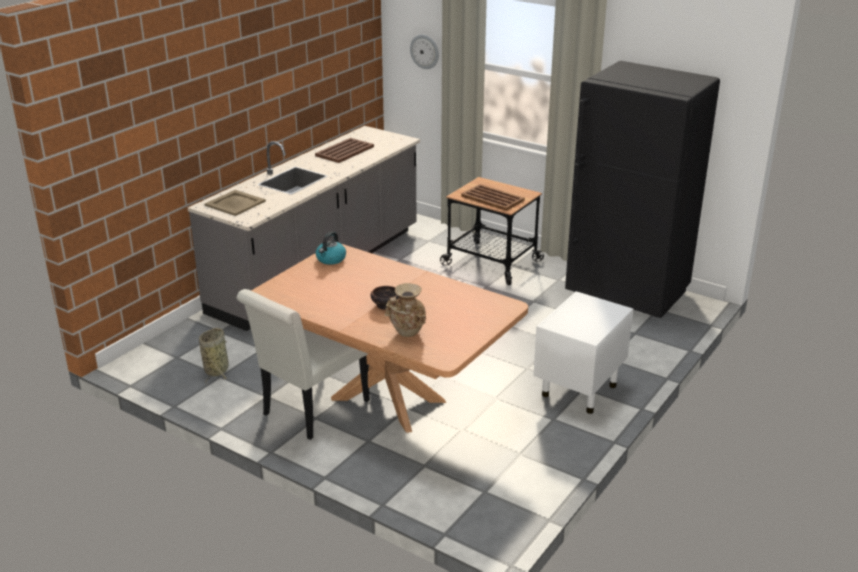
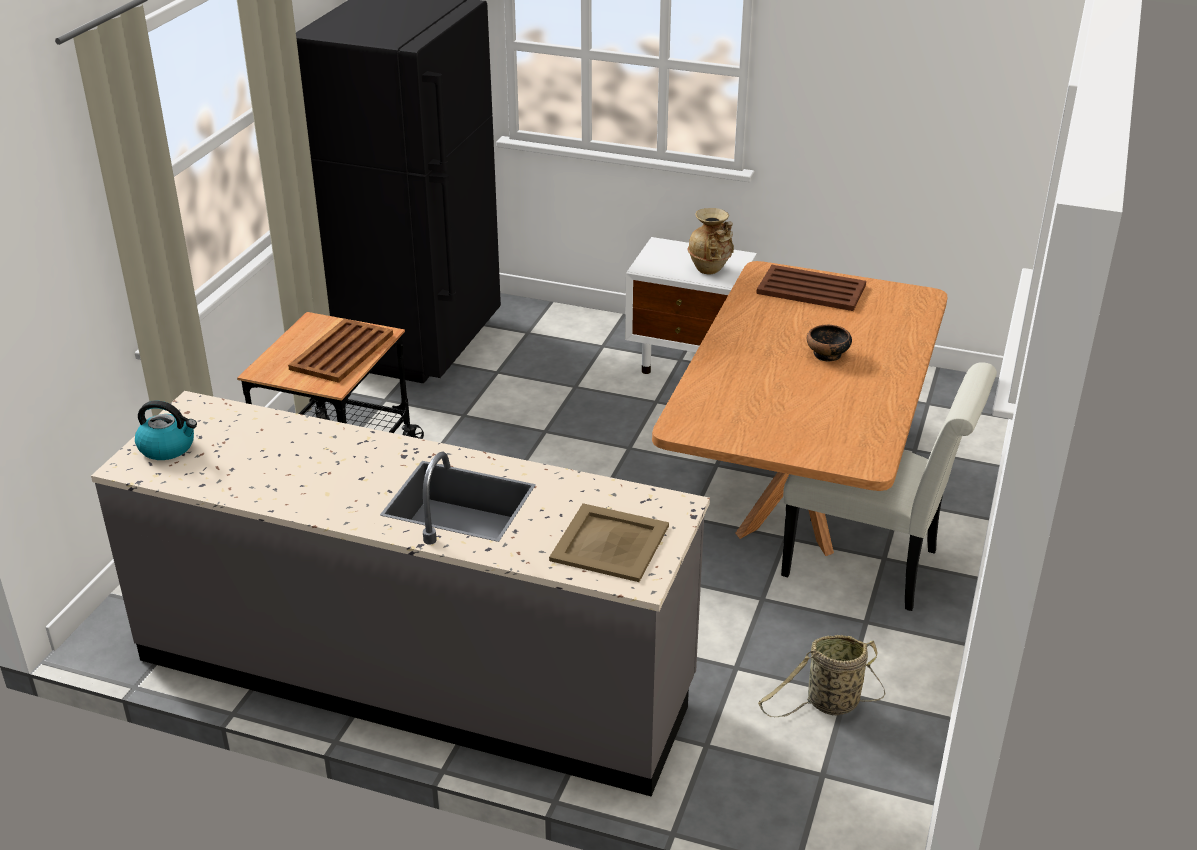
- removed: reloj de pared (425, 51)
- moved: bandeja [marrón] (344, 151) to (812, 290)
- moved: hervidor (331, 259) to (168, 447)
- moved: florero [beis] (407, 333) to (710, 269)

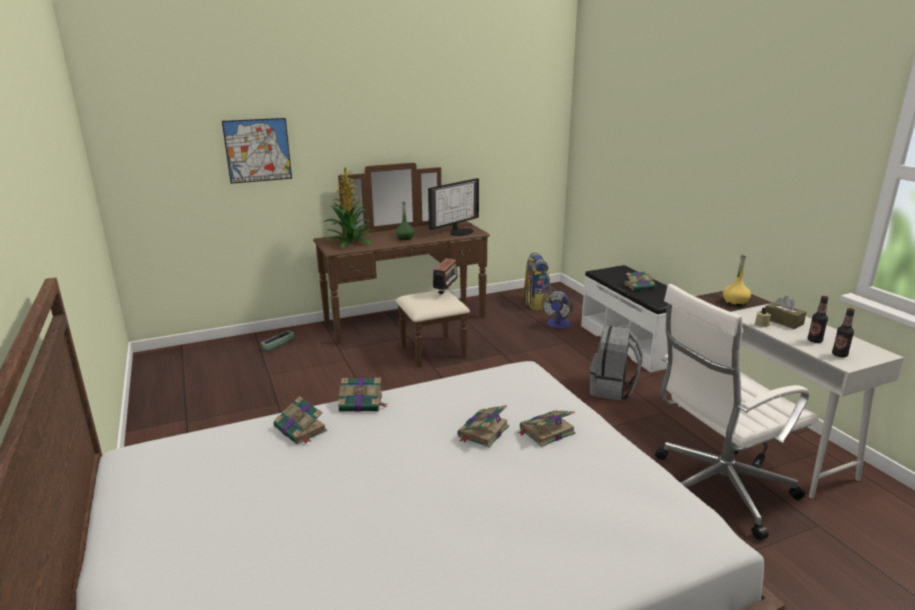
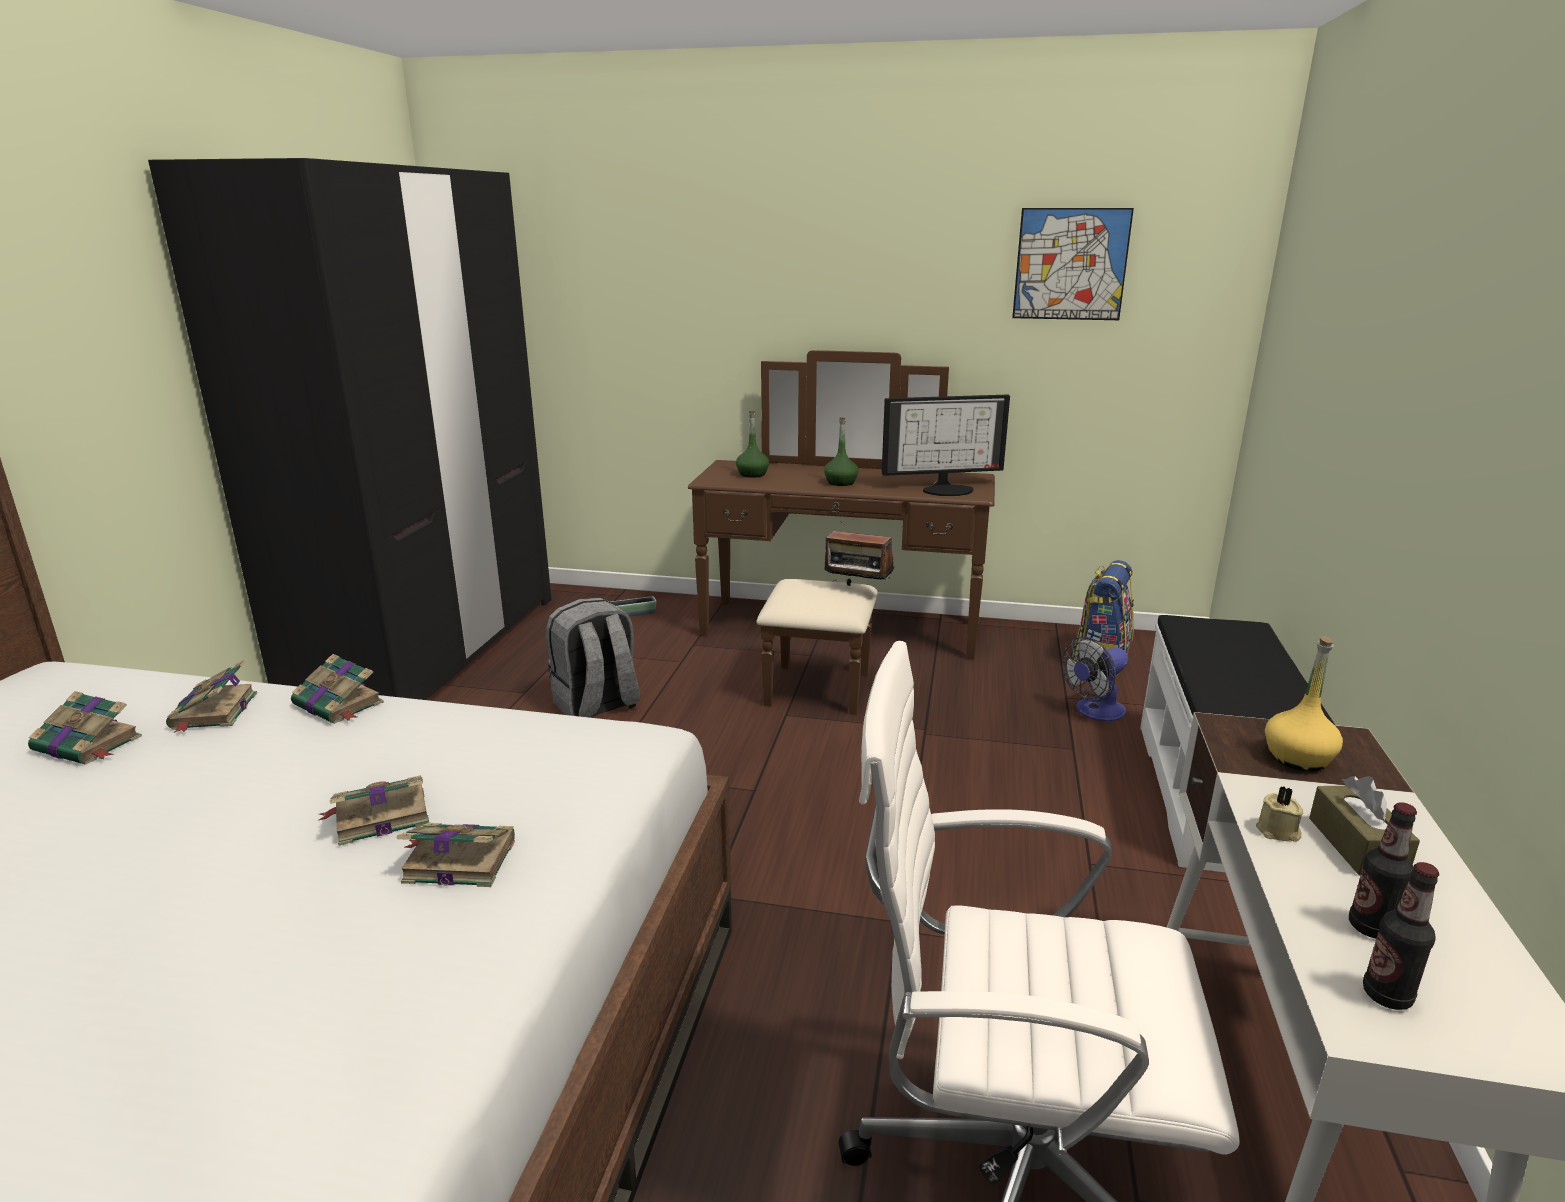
- moved: cuadro (258, 150) to (1070, 264)
- replaced: planta en maceta (351, 242) to botella [verde] (752, 474)
- turned: radio (446, 292) = (857, 589) 60 degrees clockwise
- moved: libro (639, 286) to (89, 744)
- moved: mochila [gris] (612, 389) to (597, 705)
- added: armario ropero [negro] (431, 651)

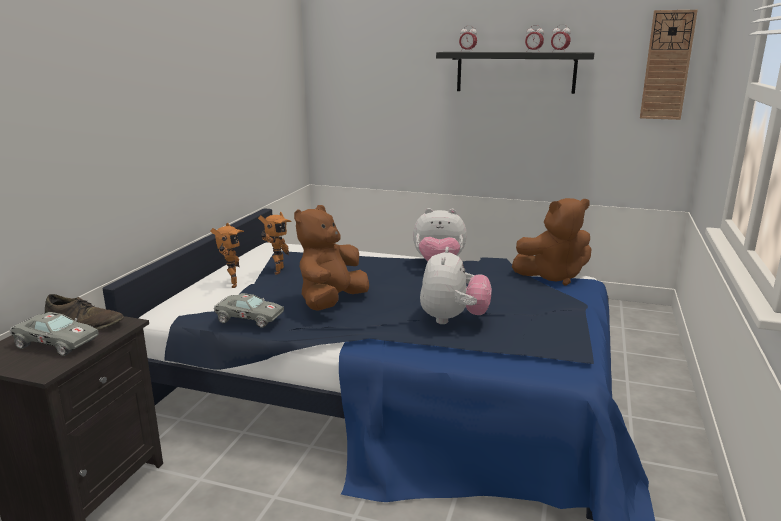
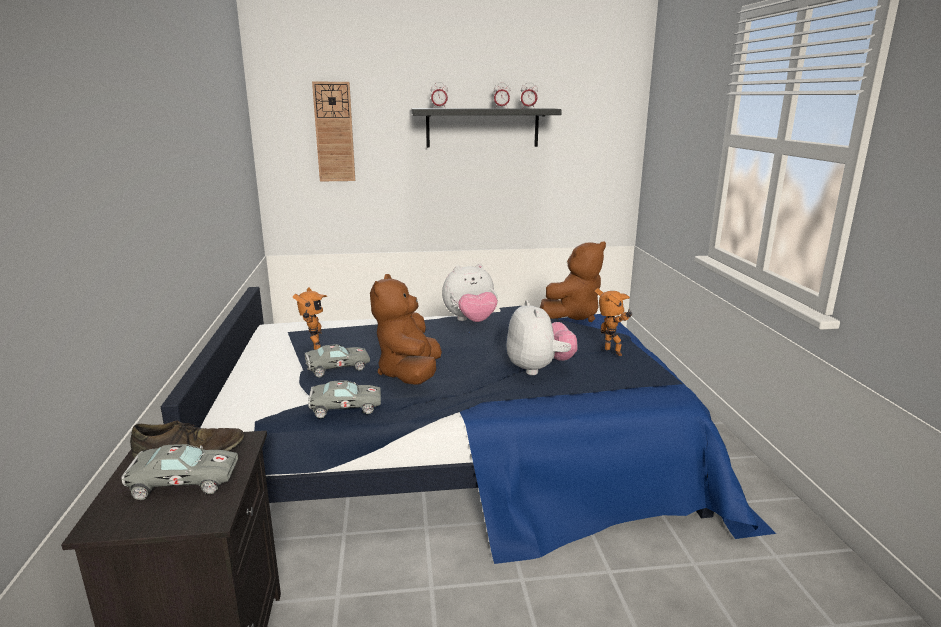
- moved: reloj de pared (667, 65) to (334, 132)
- moved: robot de juguete (231, 284) to (611, 353)
- added: coche de juguete [gris] (335, 368)

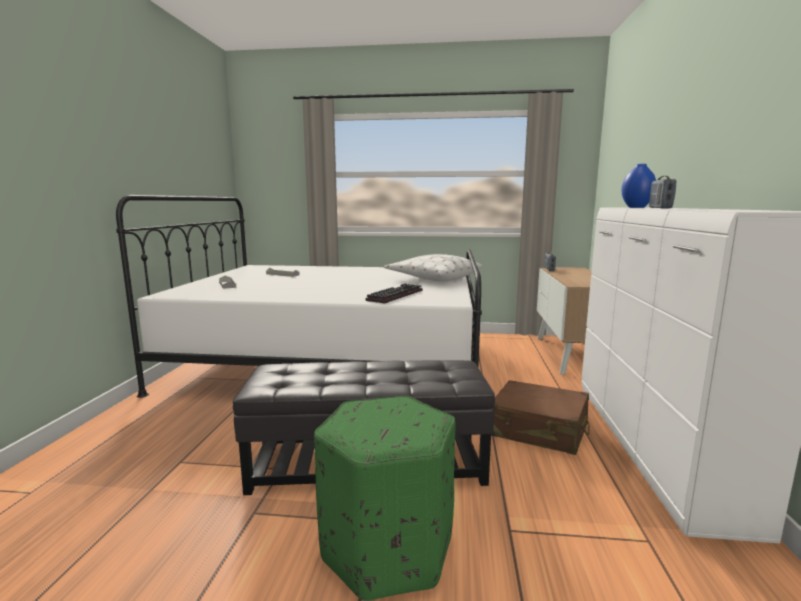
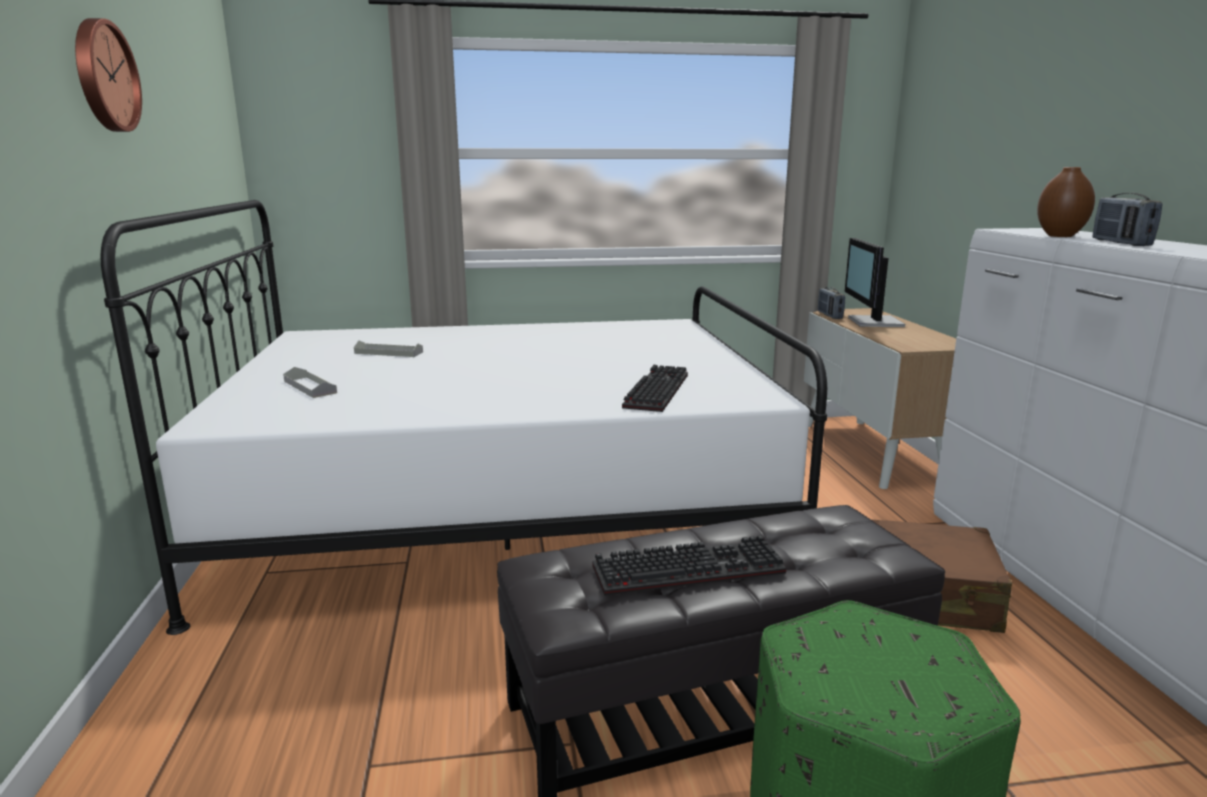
- recoloured: florero [azul] (636, 207) to florero [marrón] (1059, 236)
- removed: cojín [blanco] (433, 278)
- added: reloj de pared (103, 76)
- added: monitor (873, 322)
- added: teclado (690, 568)

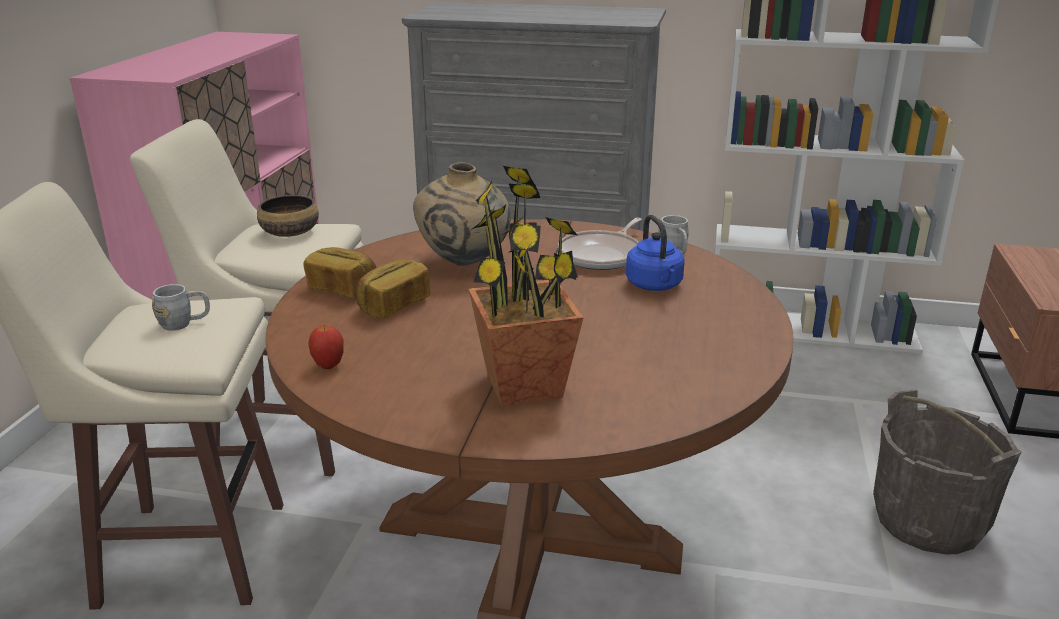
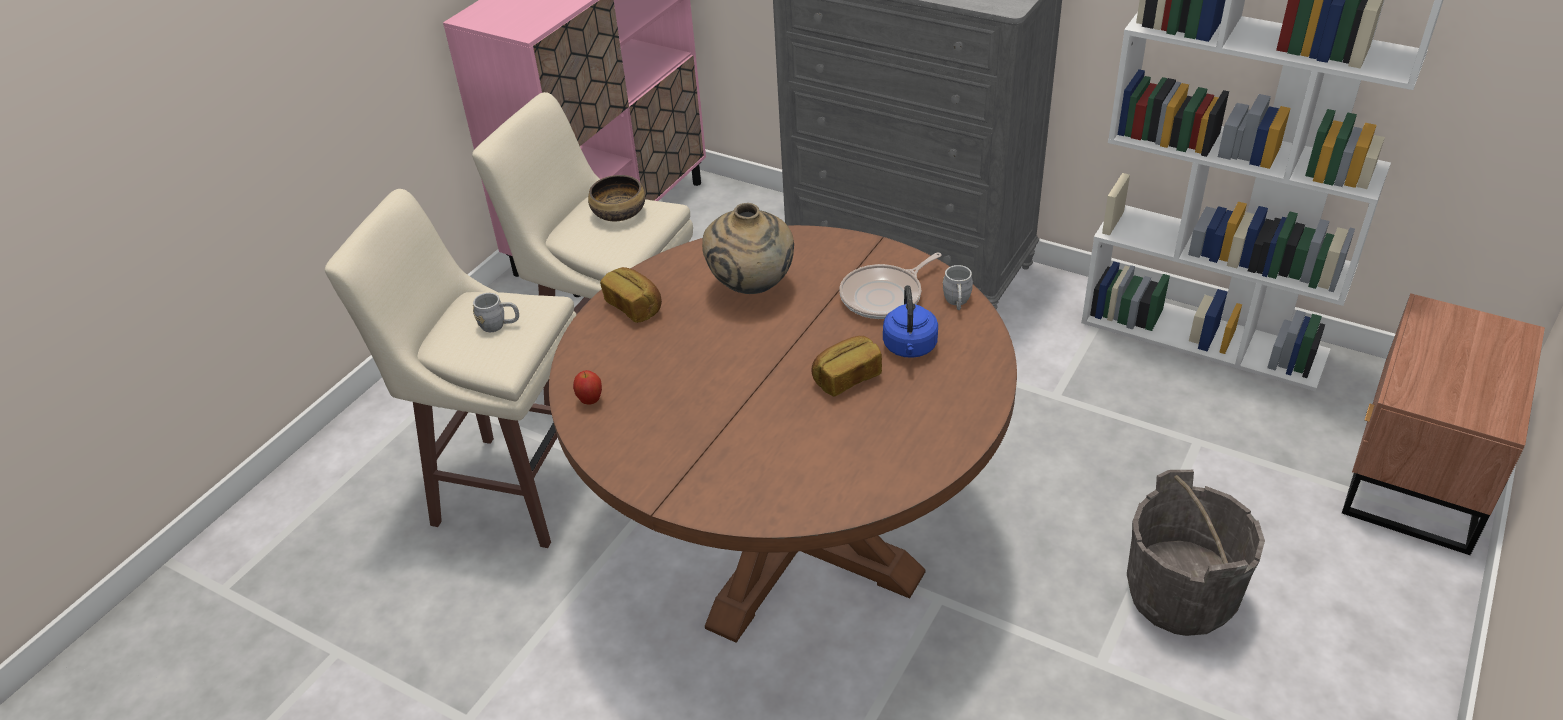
- removed: planta en maceta (525, 386)
- moved: pan (393, 305) to (846, 378)

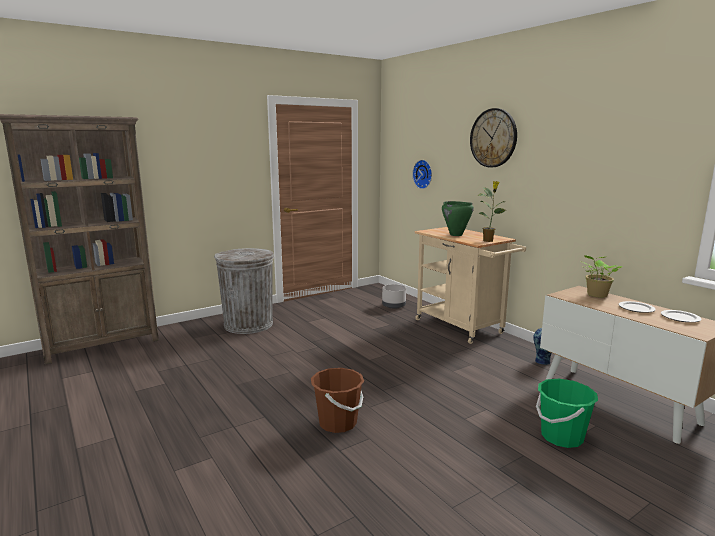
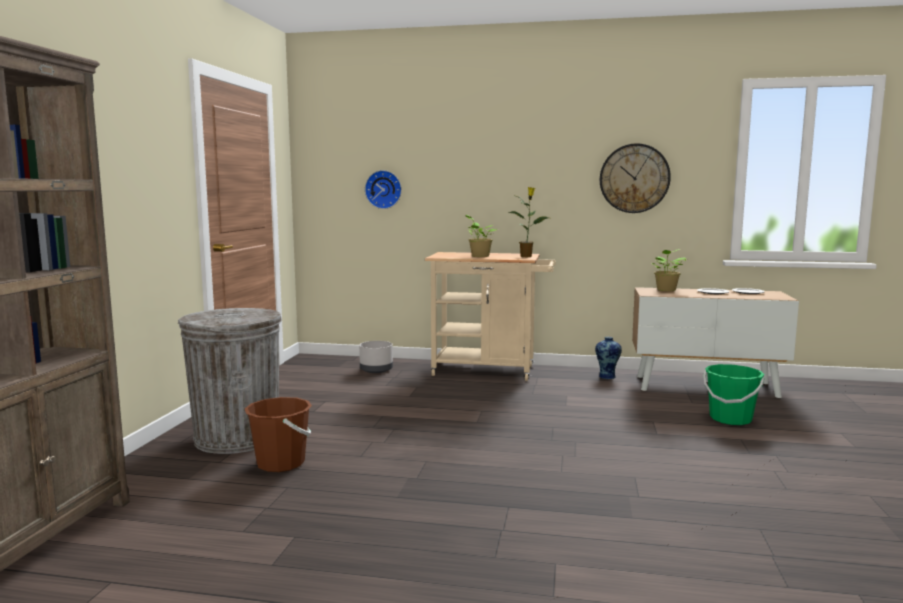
- moved: reloj de pared (493, 138) to (634, 178)
- replaced: olla [verde] (456, 235) to planta en maceta (479, 256)
- moved: cubo [marrón] (338, 423) to (281, 463)

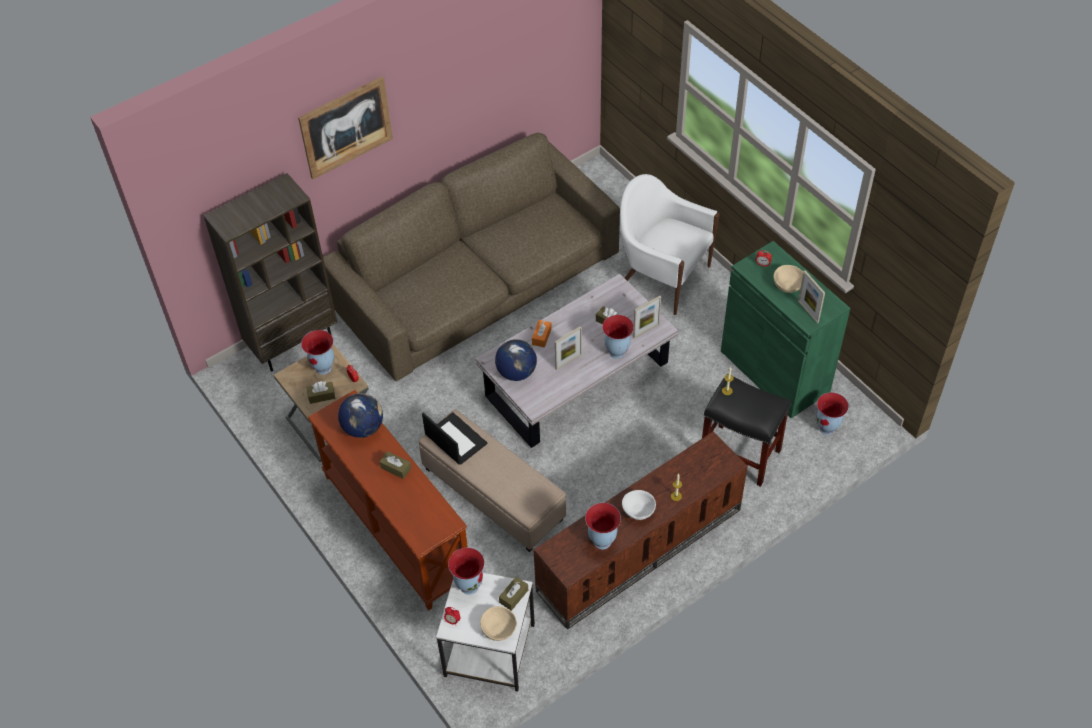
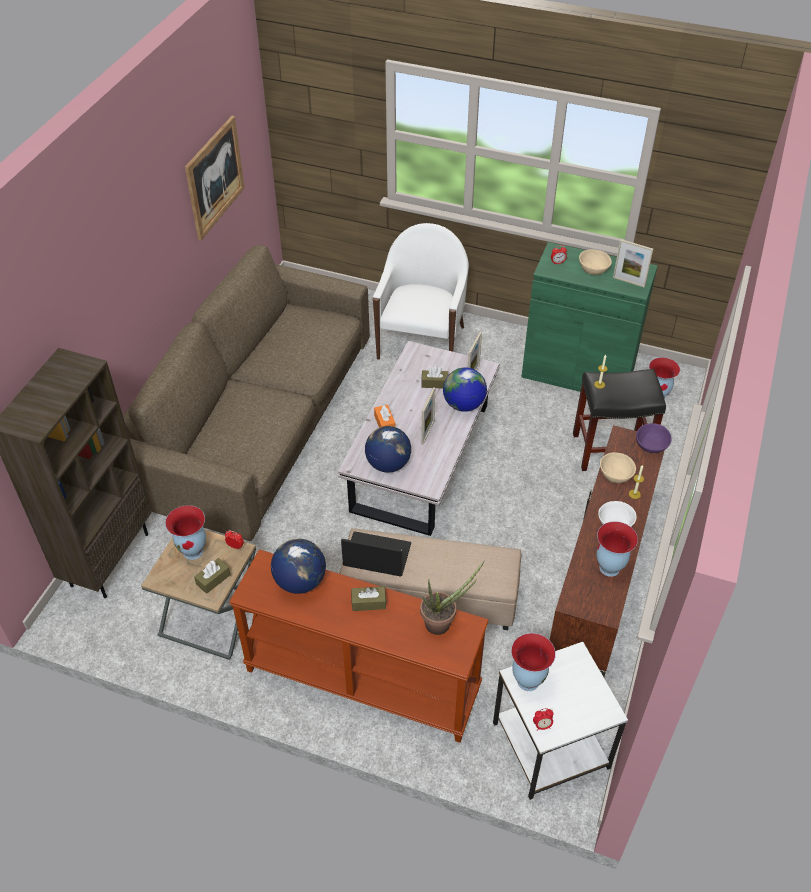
- moved: cuadro (346, 127) to (214, 177)
- turned: sillón [blanco] (662, 276) = (421, 341) 105 degrees clockwise
- replaced: florero (616, 352) to globo terráqueo (463, 405)
- removed: caja de pañuelos [marrón] (513, 596)
- moved: cuenco [beis] (498, 629) to (615, 475)
- added: cuenco [morado] (651, 445)
- added: planta en maceta (443, 623)

